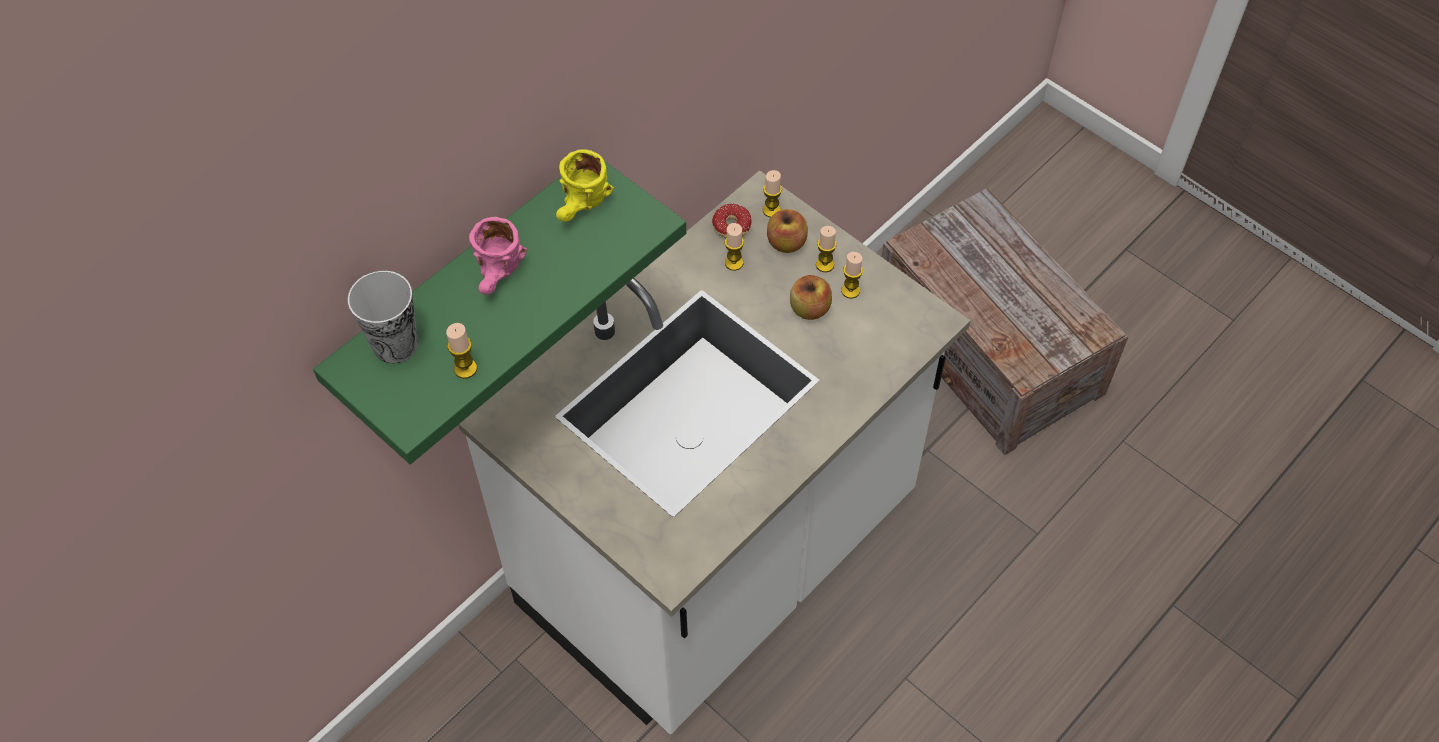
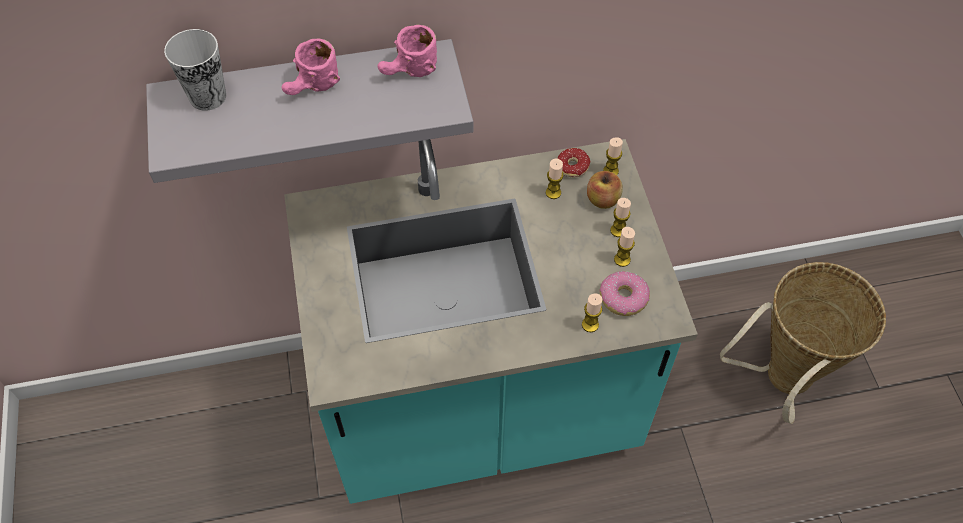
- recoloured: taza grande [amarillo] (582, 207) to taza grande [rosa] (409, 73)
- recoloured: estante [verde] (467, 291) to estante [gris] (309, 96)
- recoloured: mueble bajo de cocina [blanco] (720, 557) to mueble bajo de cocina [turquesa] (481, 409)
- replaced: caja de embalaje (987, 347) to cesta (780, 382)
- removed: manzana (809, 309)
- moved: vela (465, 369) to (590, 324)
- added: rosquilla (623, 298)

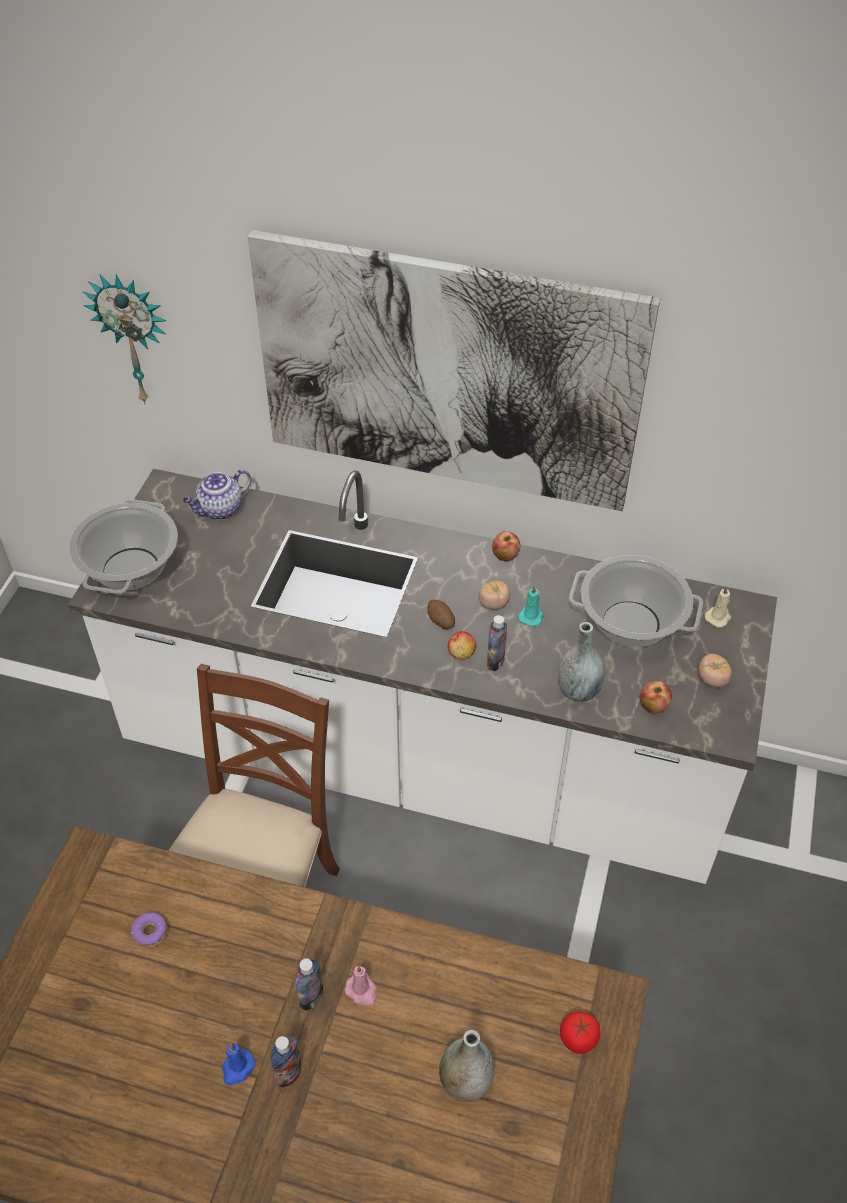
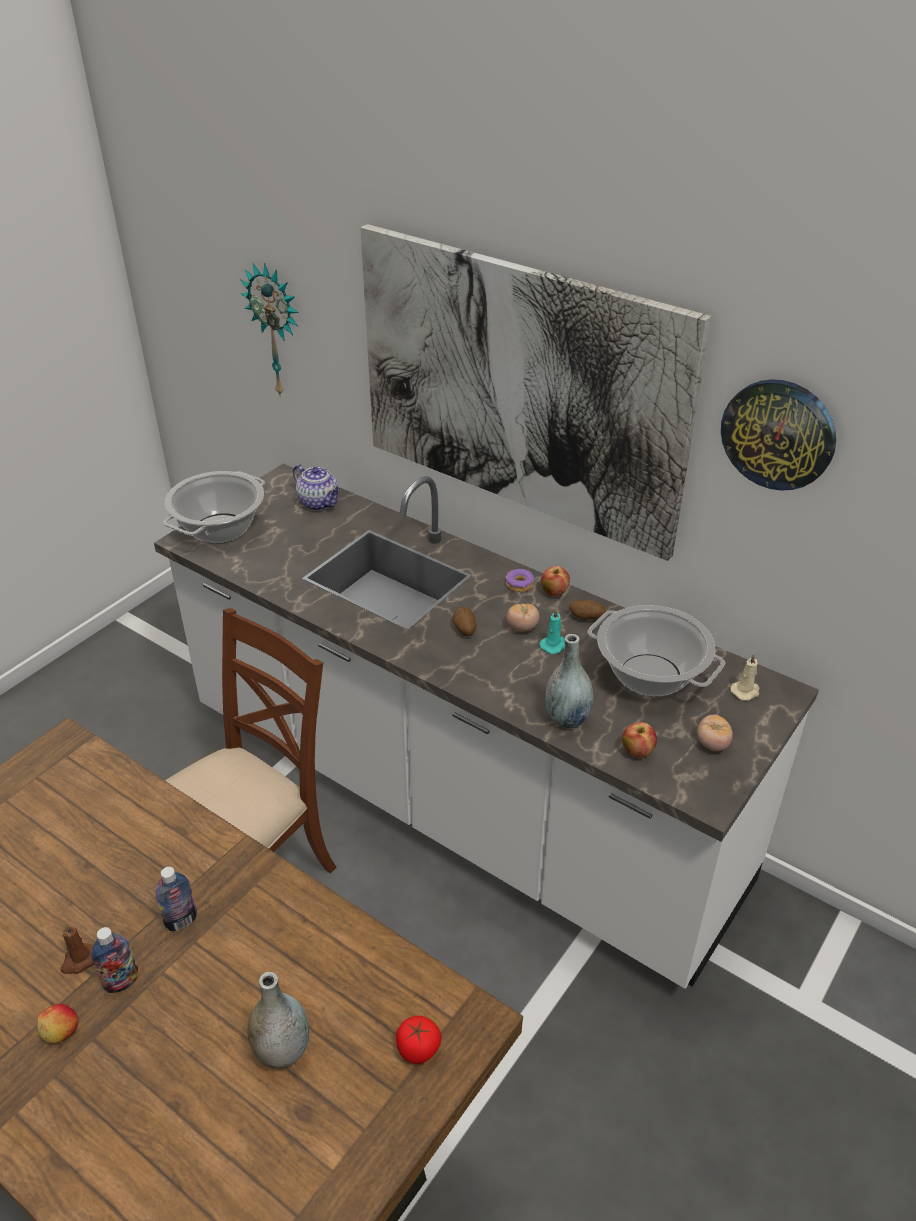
- turned: tetera (220, 509) = (319, 503) 120 degrees counterclockwise
- removed: botella (495, 661)
- moved: manzana (461, 653) to (61, 1031)
- moved: rosquilla (150, 933) to (519, 585)
- removed: vela [rosa] (362, 991)
- recoloured: vela [azul] (237, 1068) to vela [marrón] (79, 961)
- added: reloj de pared (778, 434)
- added: patata (586, 618)

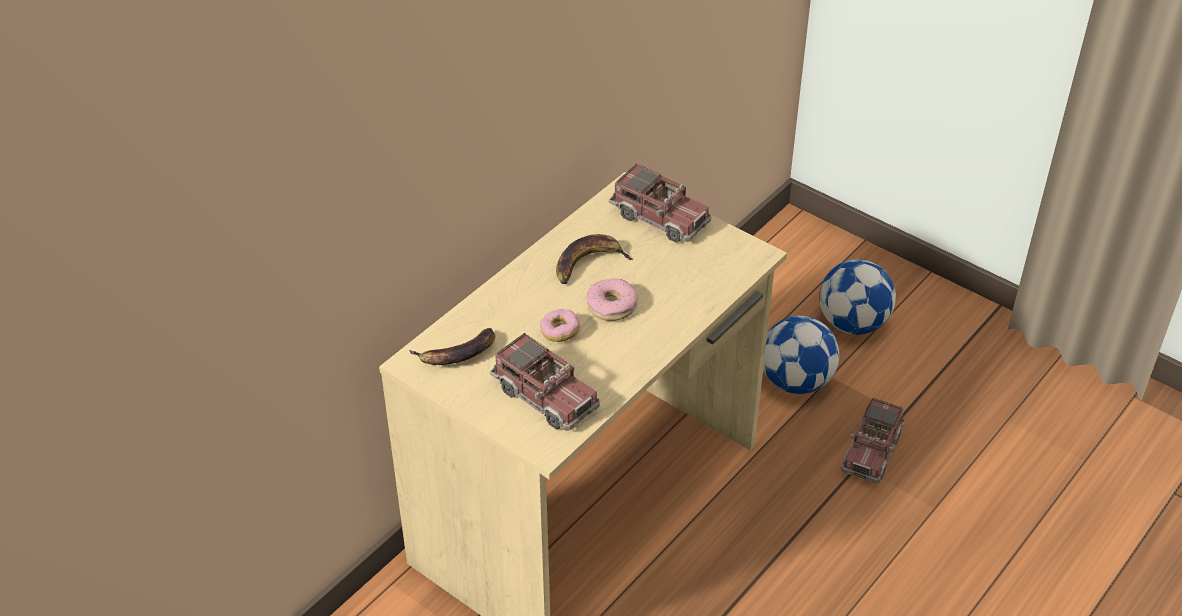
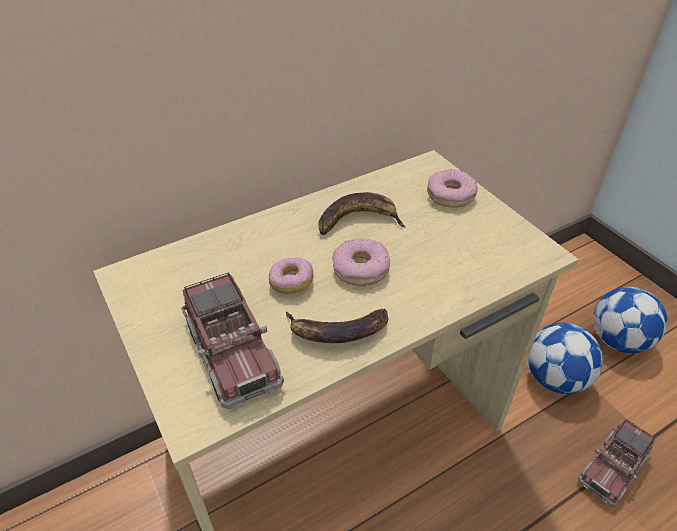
- replaced: camión de juguete (659, 218) to rosquilla (450, 195)
- moved: plátano (457, 354) to (337, 331)

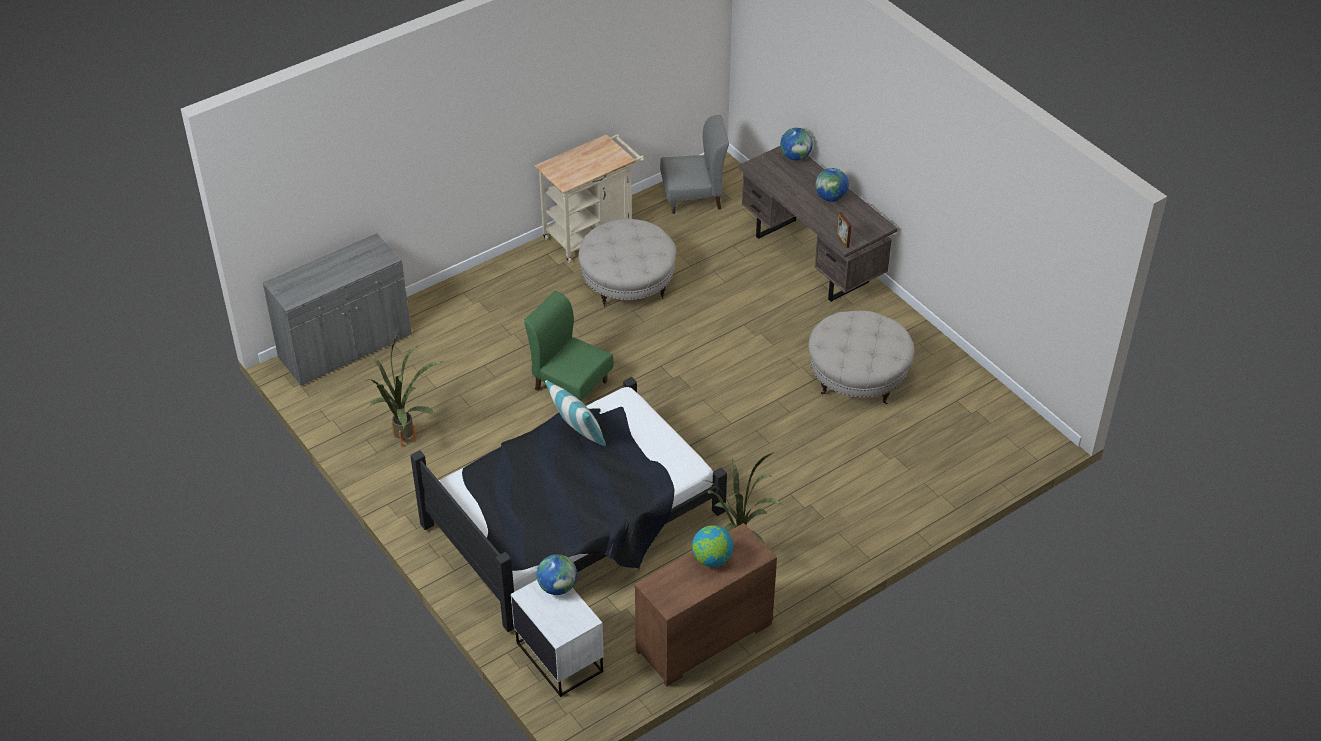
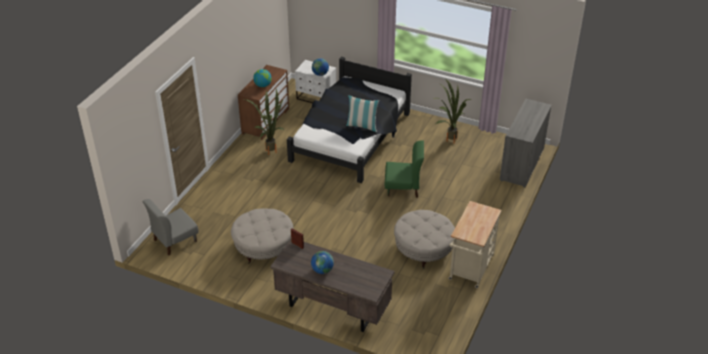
- moved: silla [gris] (693, 197) to (174, 240)
- removed: globo terráqueo (795, 157)

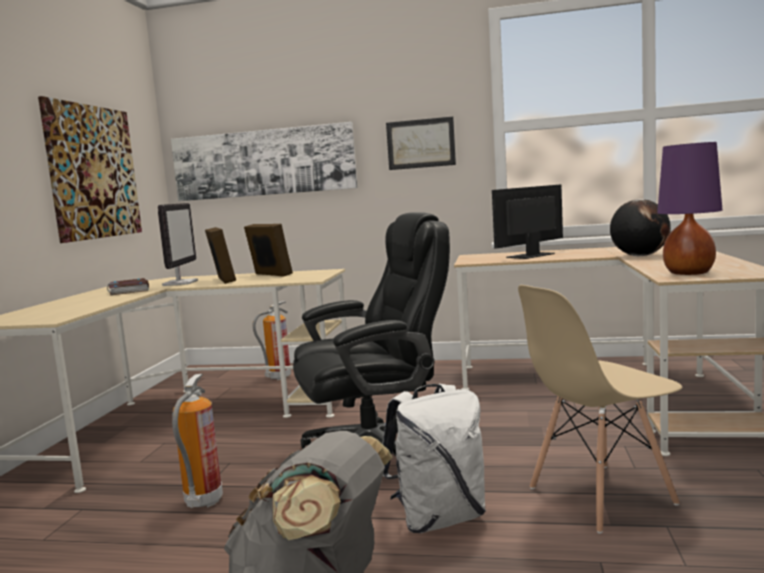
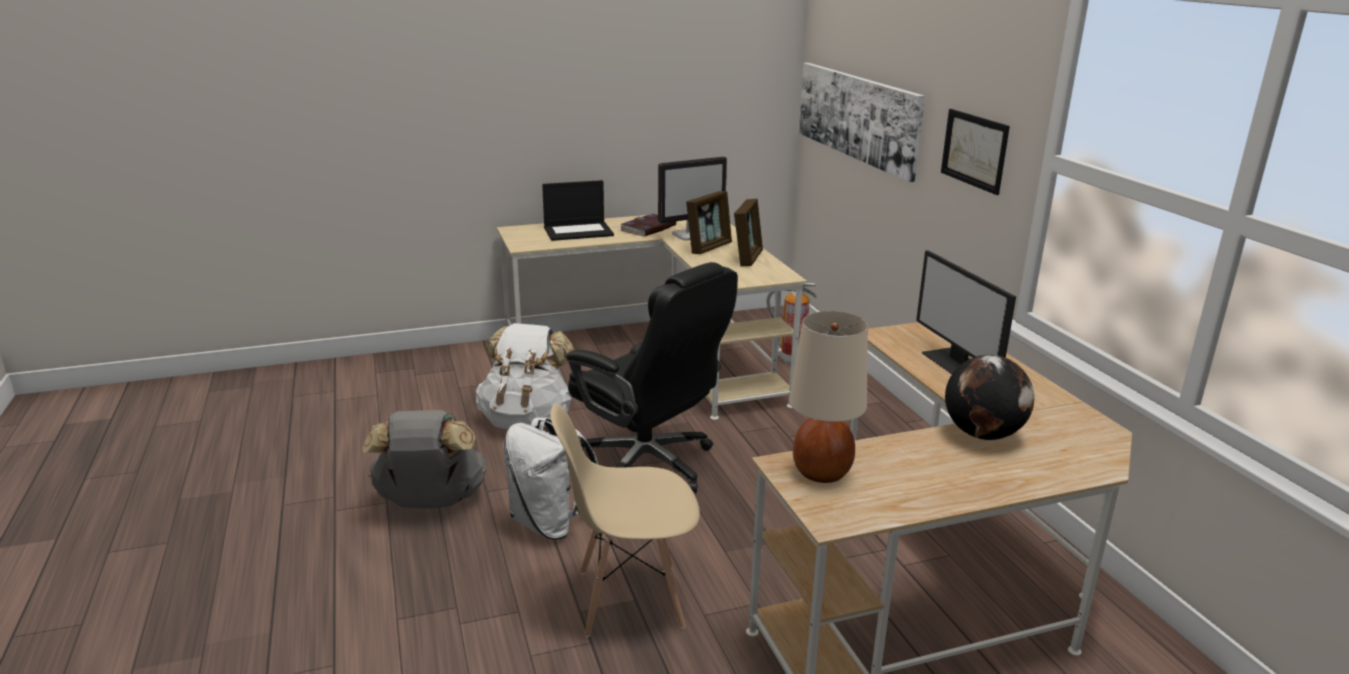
- removed: cuadro (93, 172)
- recoloured: lámpara de mesa [morado] (688, 273) to lámpara de mesa [beis] (821, 472)
- turned: monitor (530, 256) = (955, 362) 135 degrees counterclockwise
- turned: silla [beis] (600, 496) = (629, 599) 45 degrees counterclockwise
- replaced: extintor (203, 502) to mochila [blanco] (527, 420)
- added: portátil (579, 231)

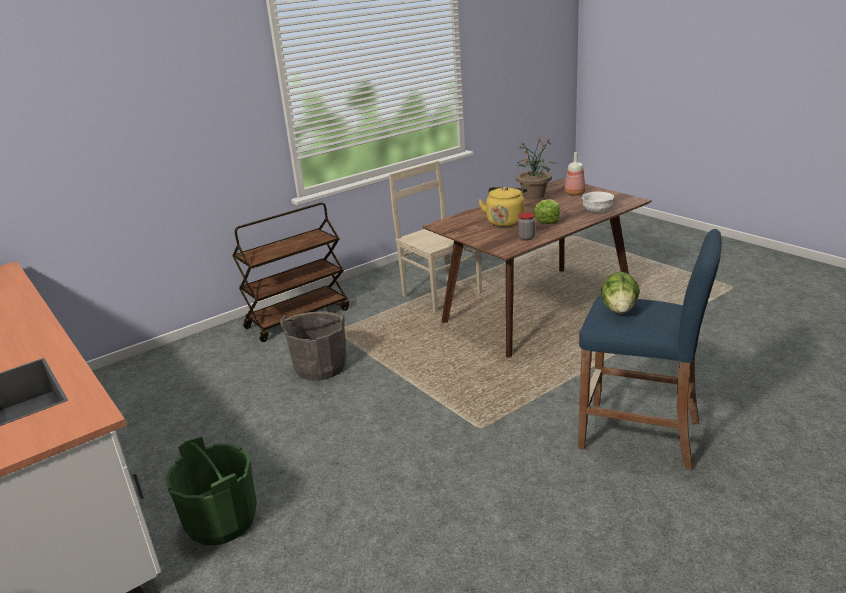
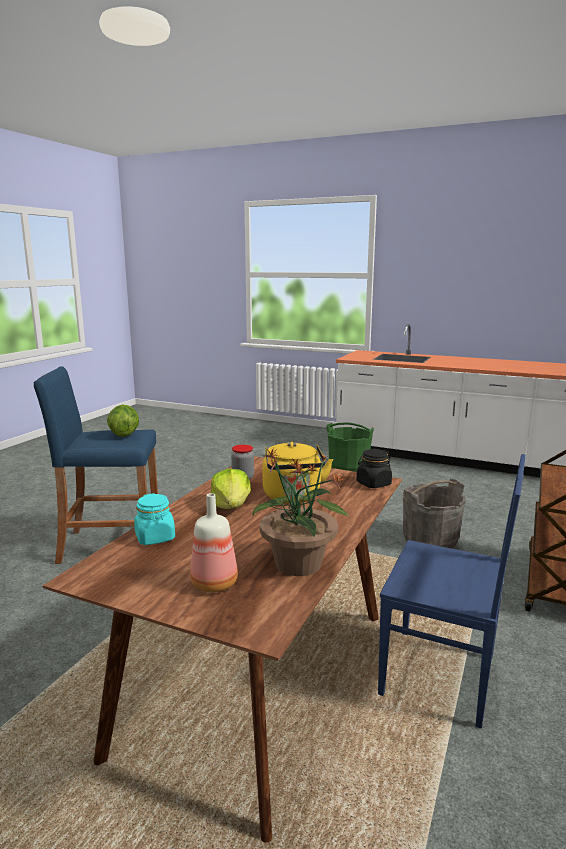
- recoloured: silla [beis] (440, 294) to silla [azul] (442, 676)
- replaced: cuenco [blanco] (598, 210) to tarro [turquesa] (155, 538)
- added: tarro [negro] (373, 484)

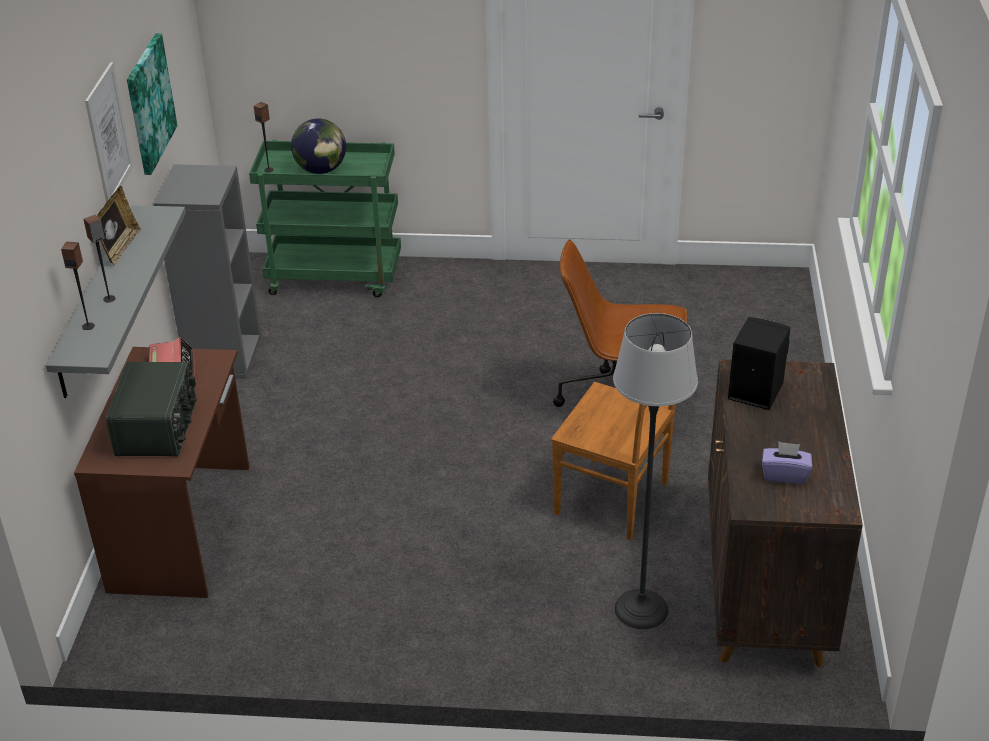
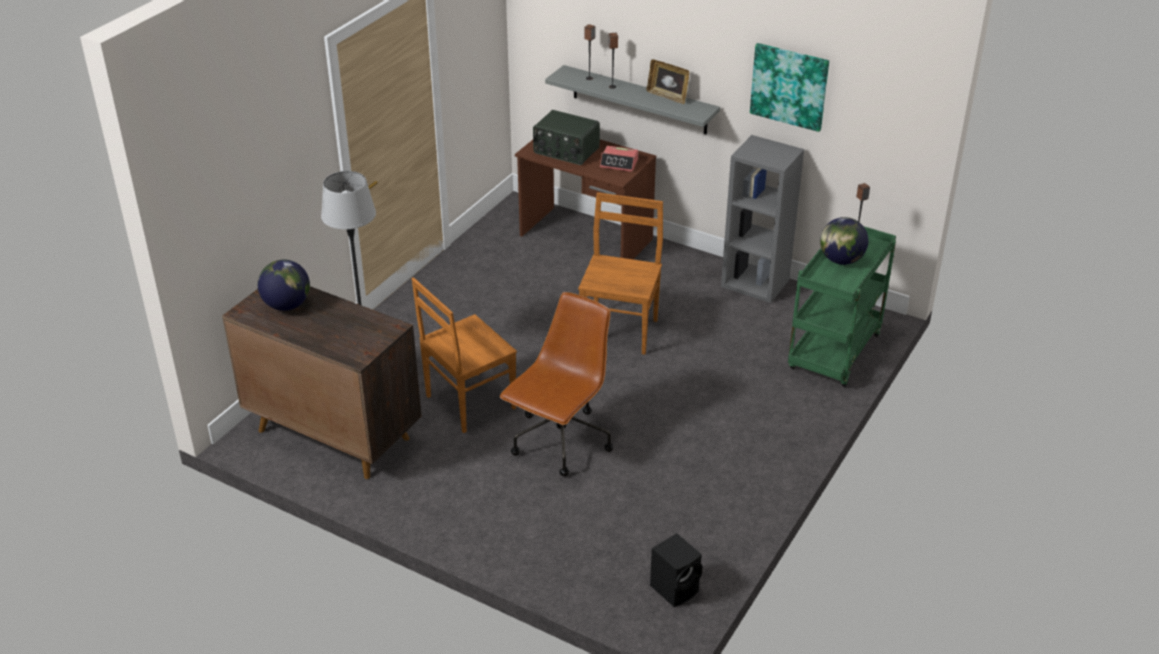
- removed: cuadro (109, 135)
- moved: altavoz [negro] (753, 390) to (676, 588)
- replaced: caja de pañuelos [morado] (784, 474) to globo terráqueo (287, 305)
- added: silla [marrón] (620, 330)

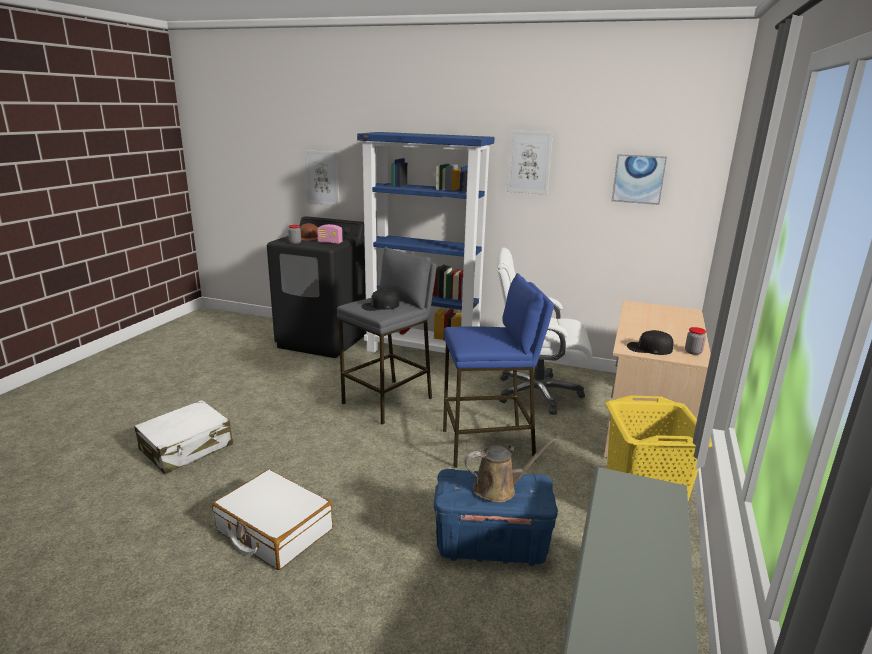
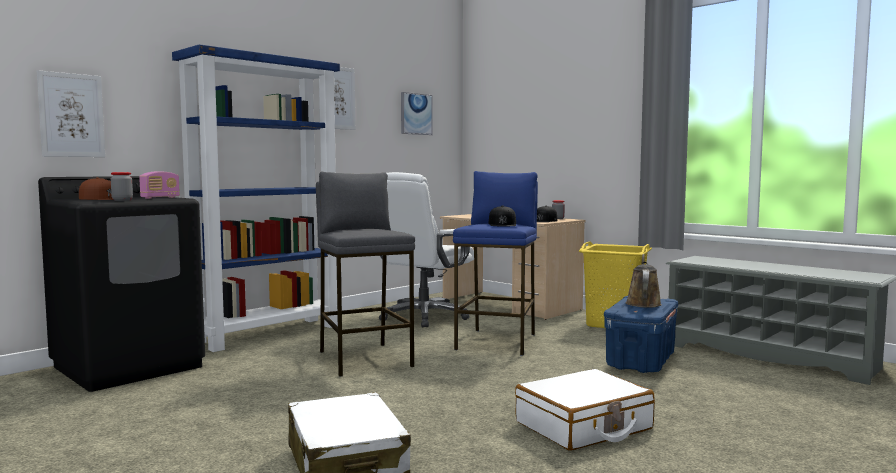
- moved: gorra [negro] (380, 306) to (502, 224)

